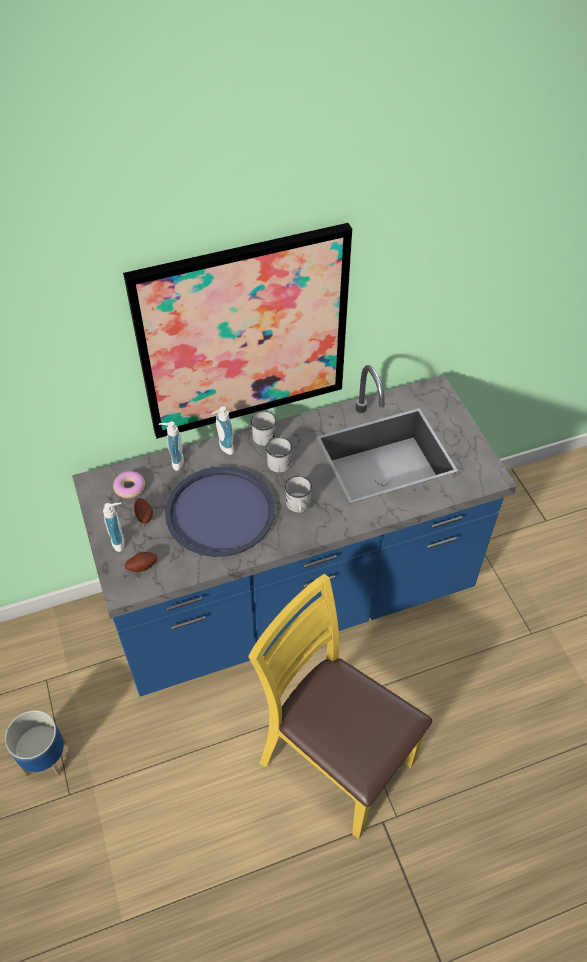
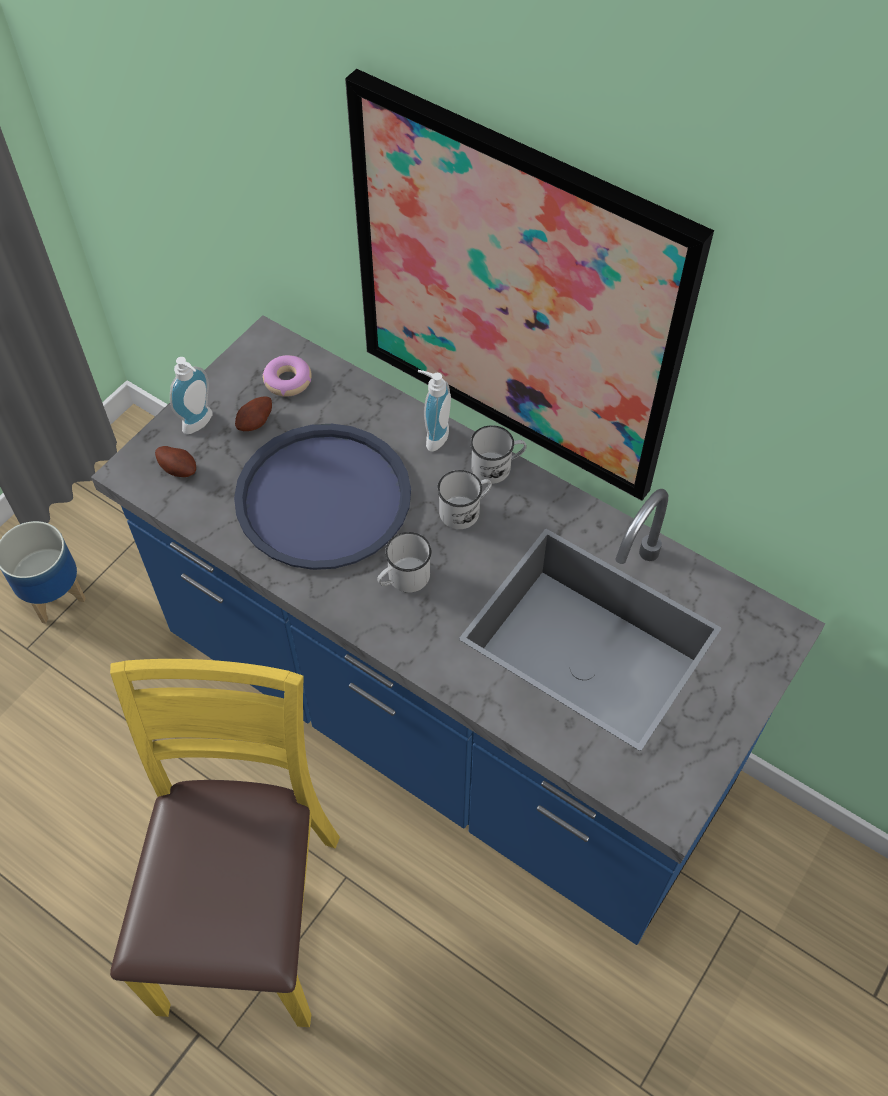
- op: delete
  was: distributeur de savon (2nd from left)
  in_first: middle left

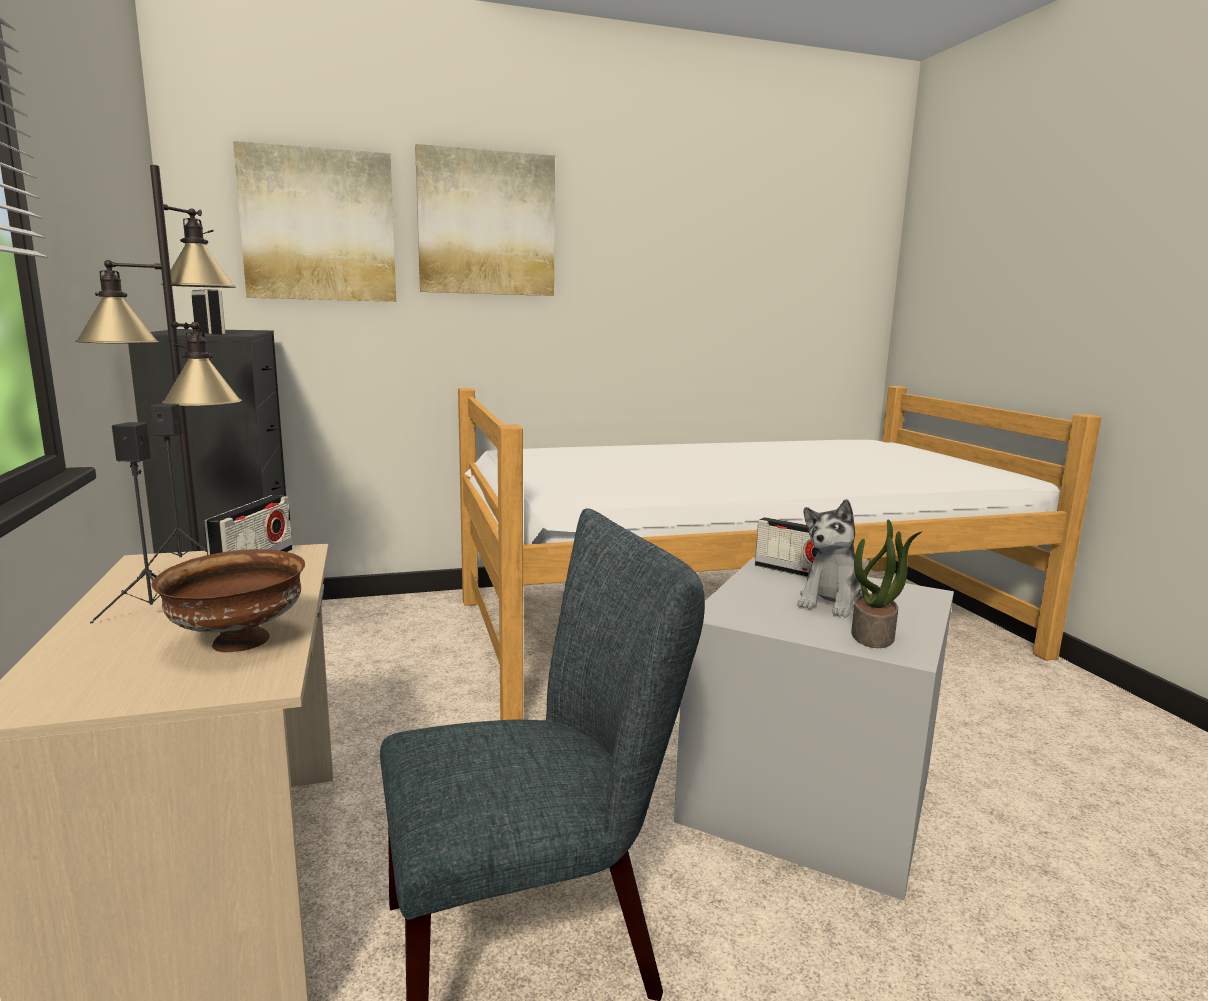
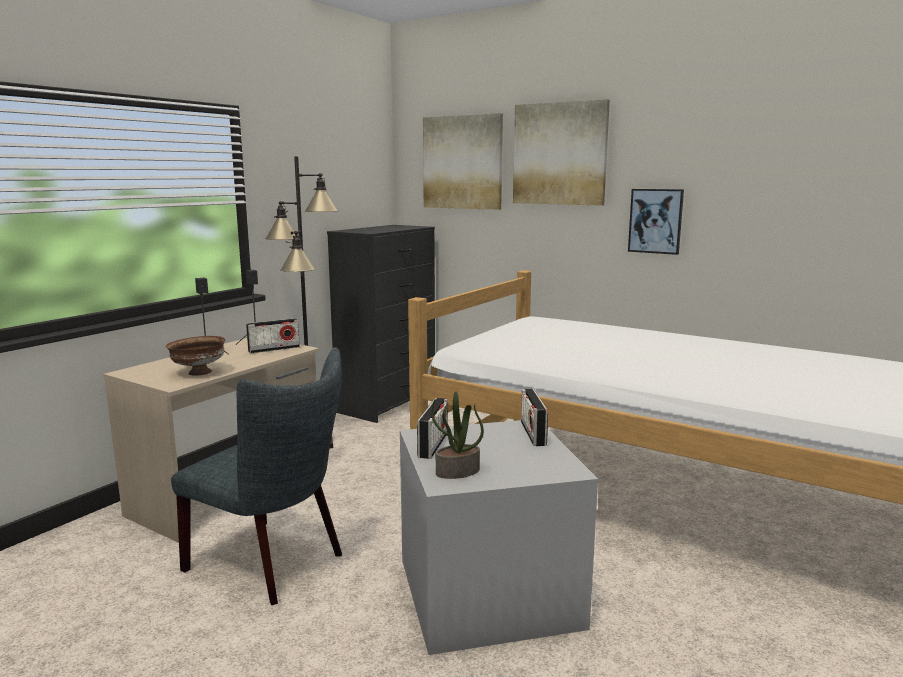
- op: move
  was: radio (1st from left in the first image)
  now: radio (2nd from left)
  in_first: top left
  in_second: centre
- op: delete
  was: peluche
  in_first: middle right
- op: insert
  now: tableau (3rd from left)
  in_second: top right

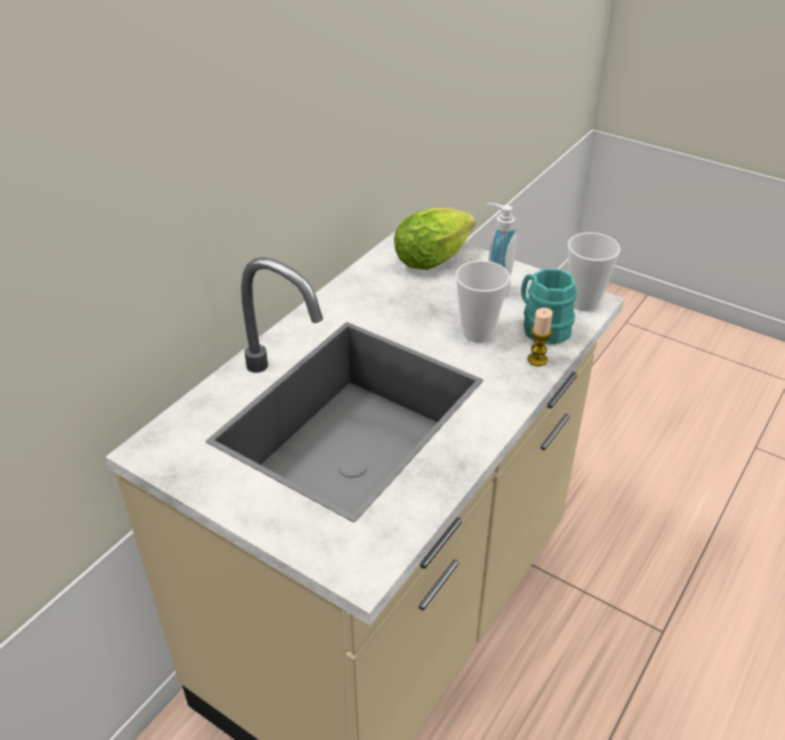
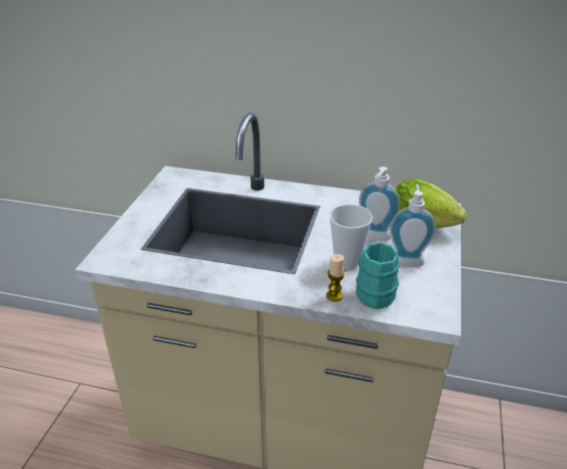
- op: delete
  was: tasse (2nd from left)
  in_first: middle right
- op: insert
  now: distributeur de savon (1st from left)
  in_second: middle right

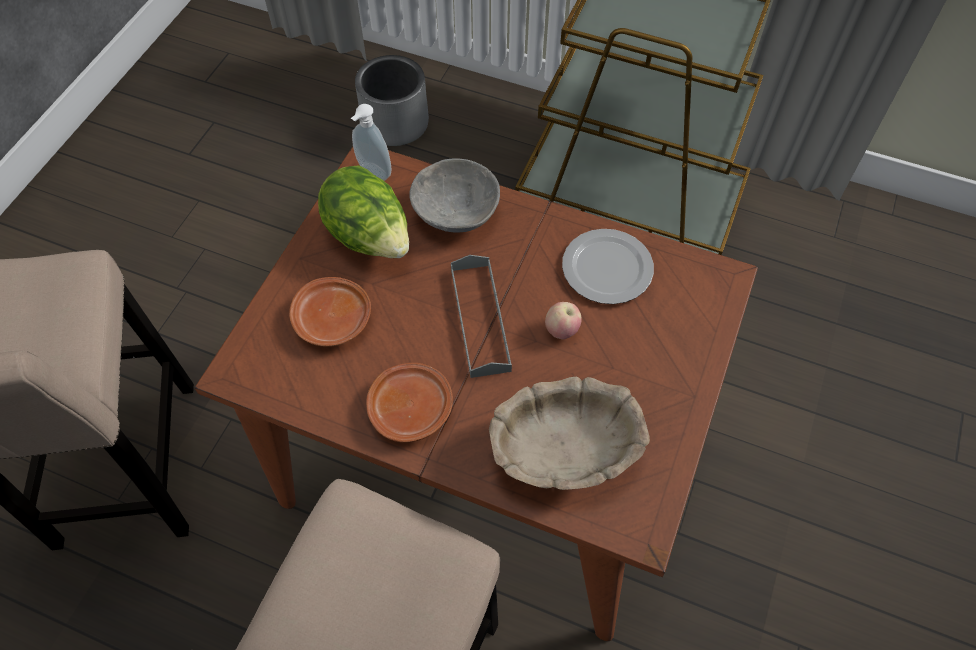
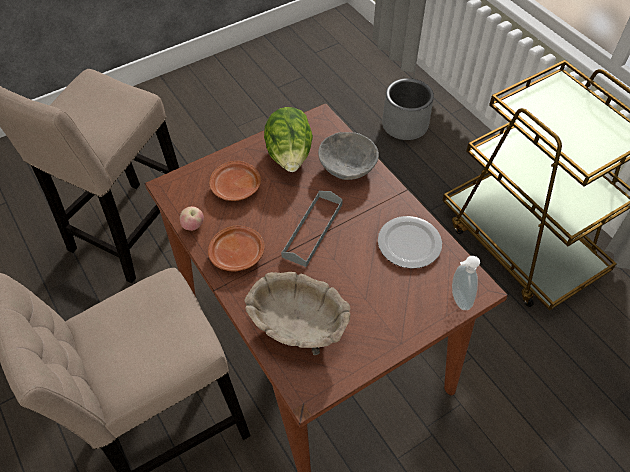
- op: move
  was: distributeur de savon
  in_first: top centre
  in_second: middle right
- op: move
  was: pomme
  in_first: centre
  in_second: middle left

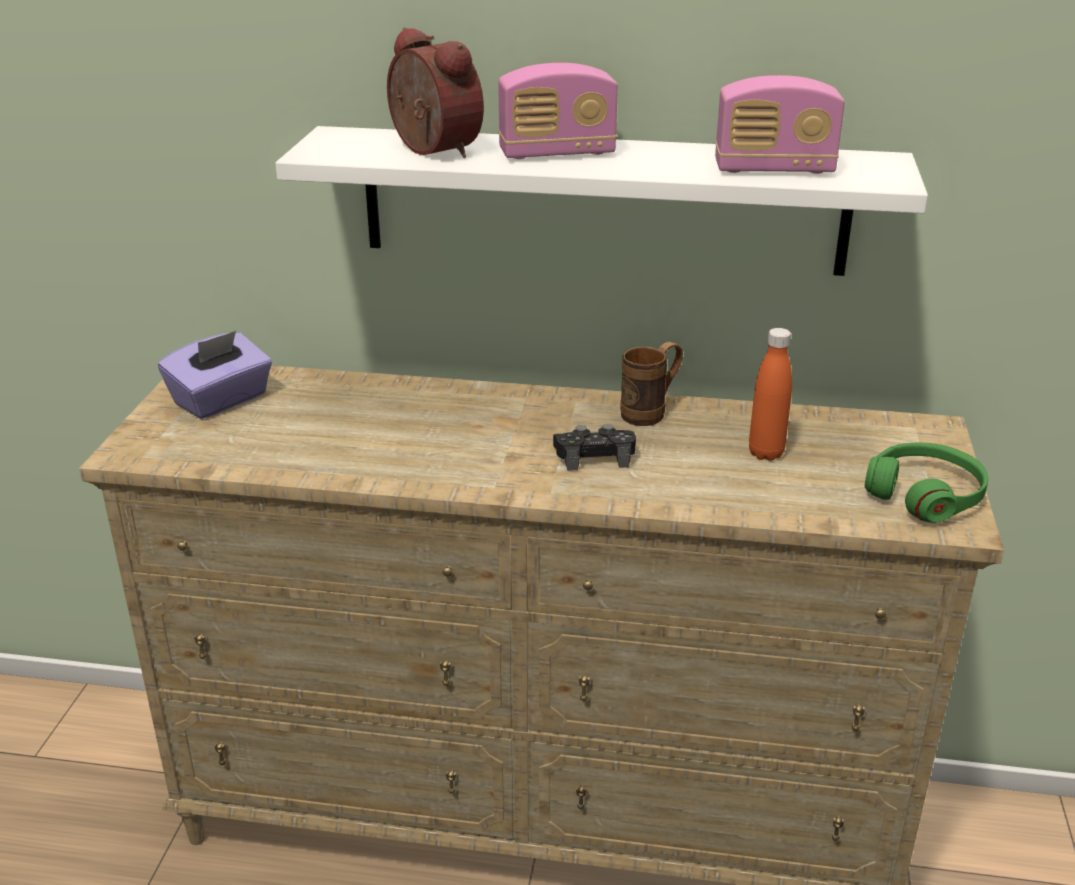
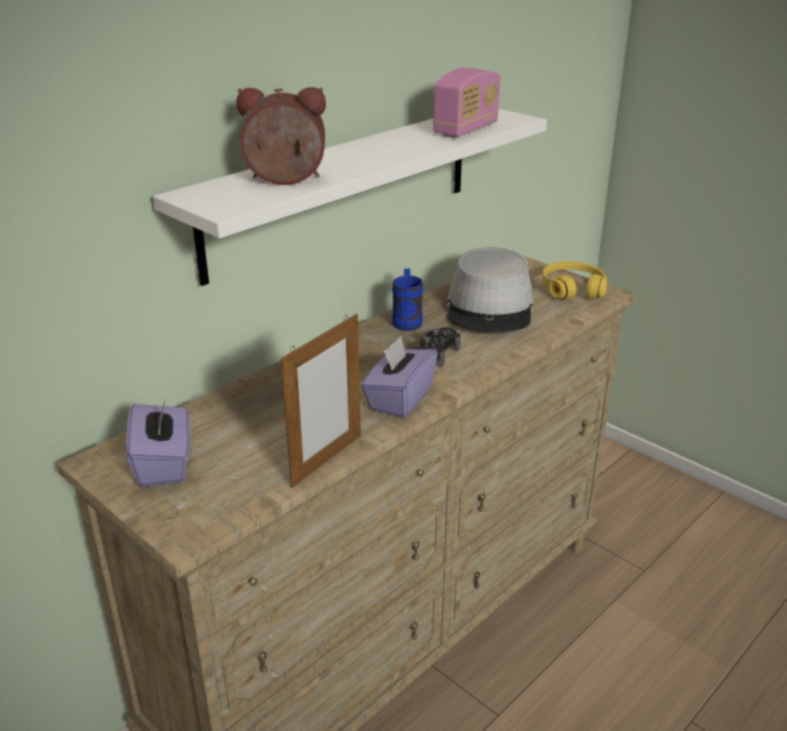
- op: delete
  was: radio (1st from left)
  in_first: top centre
- op: recolor
  was: mug/marron
  now: mug/bleu
  in_first: centre
  in_second: centre
- op: replace
  was: bouteille/orange
  now: chapeau/gris
  in_first: middle right
  in_second: centre
- op: recolor
  was: casque audio/vert
  now: casque audio/jaune
  in_first: middle right
  in_second: middle right
- op: insert
  now: cadre photo
  in_second: centre
- op: insert
  now: boîte à mouchoirs/violet (2nd from left)
  in_second: centre

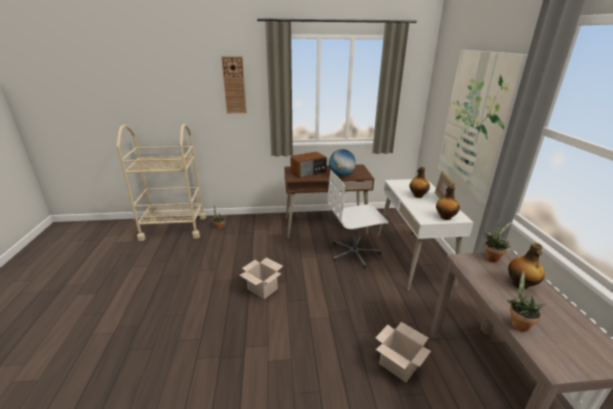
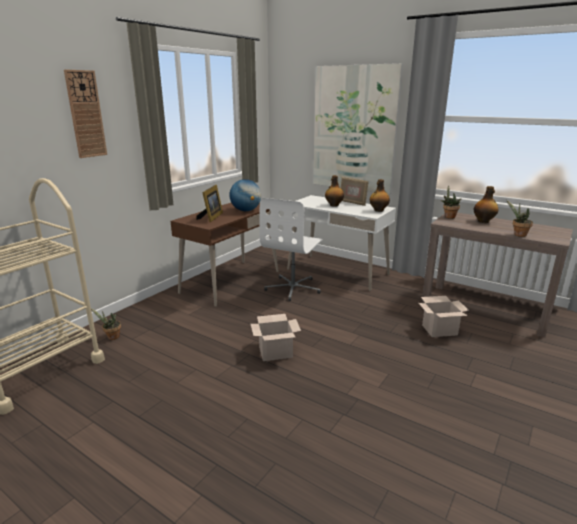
- op: replace
  was: radio
  now: cadre photo (1st from left)
  in_first: centre
  in_second: centre

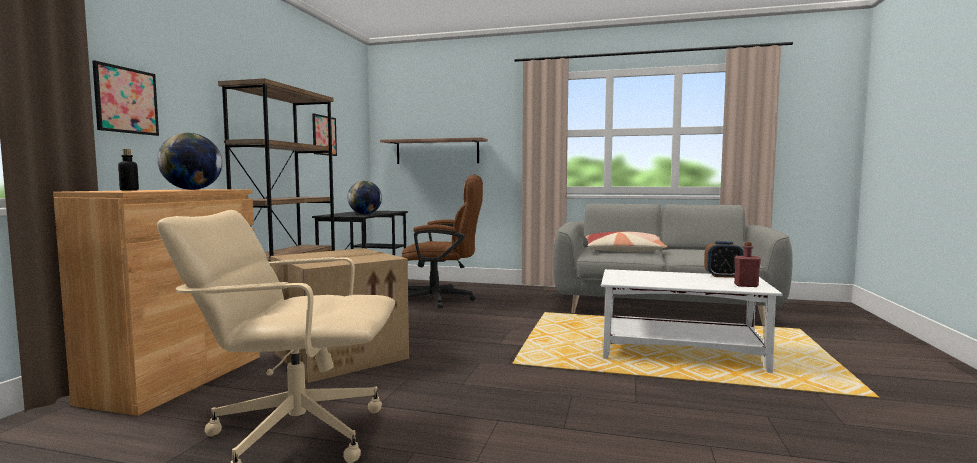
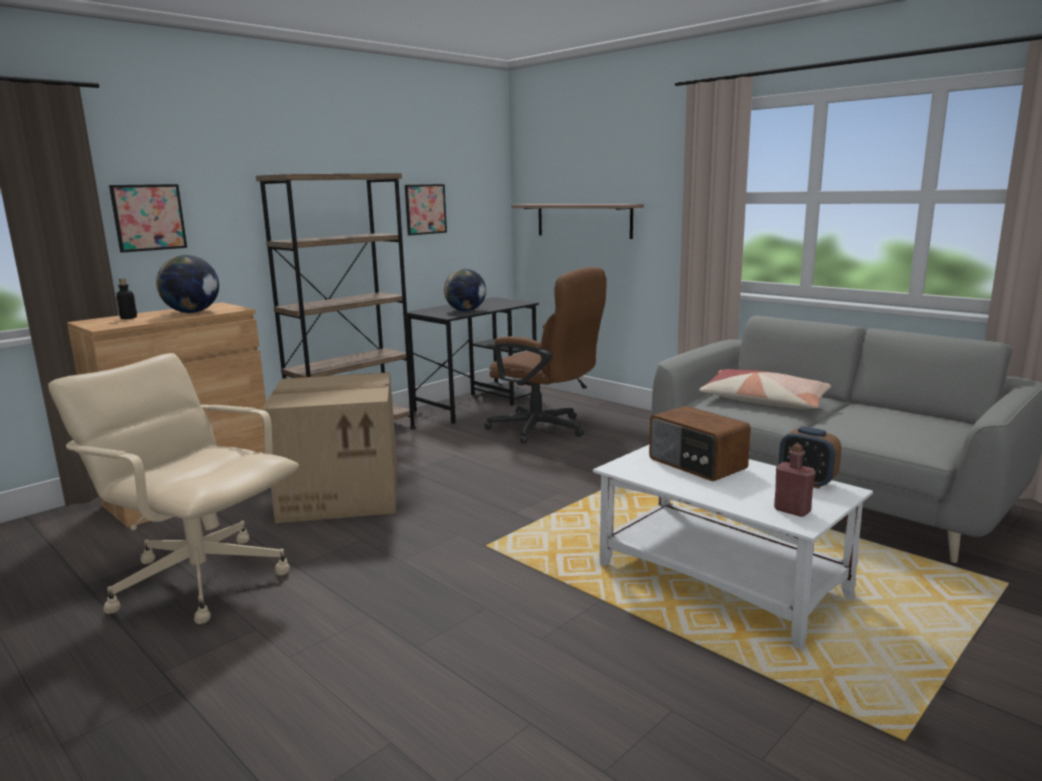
- op: insert
  now: radio
  in_second: middle right

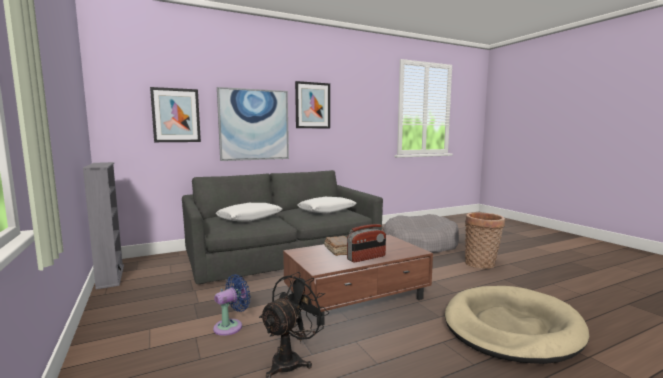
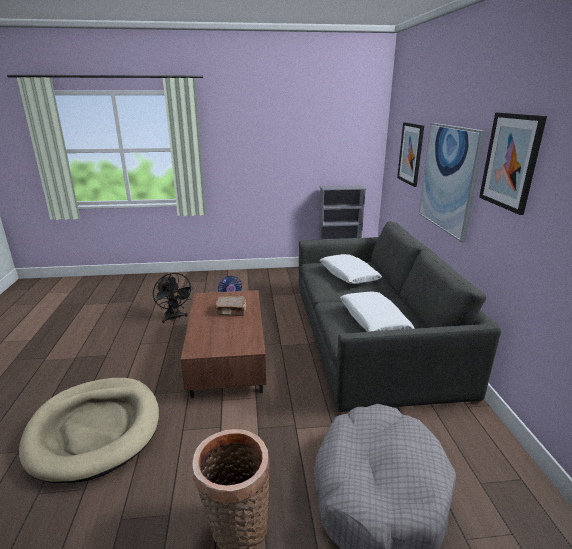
- op: delete
  was: radio
  in_first: centre

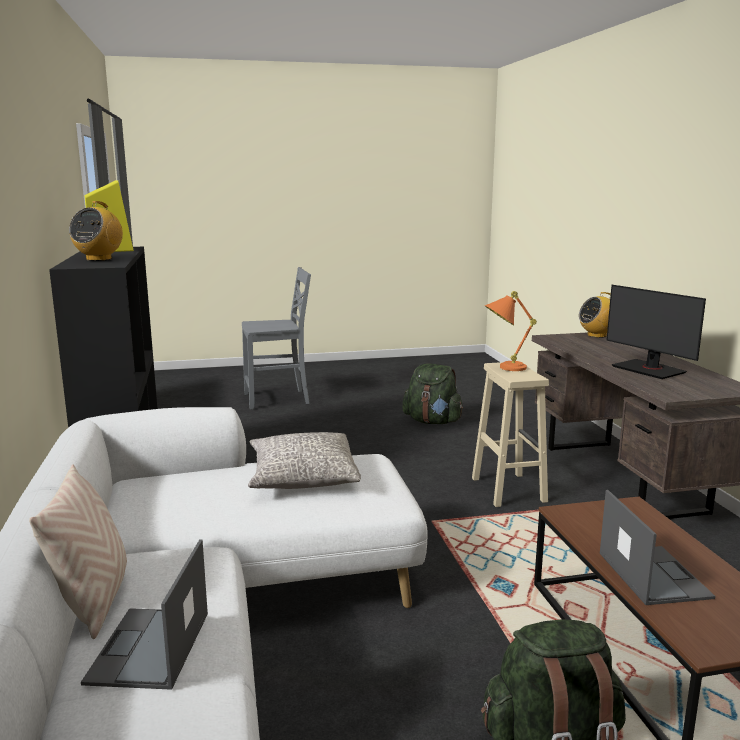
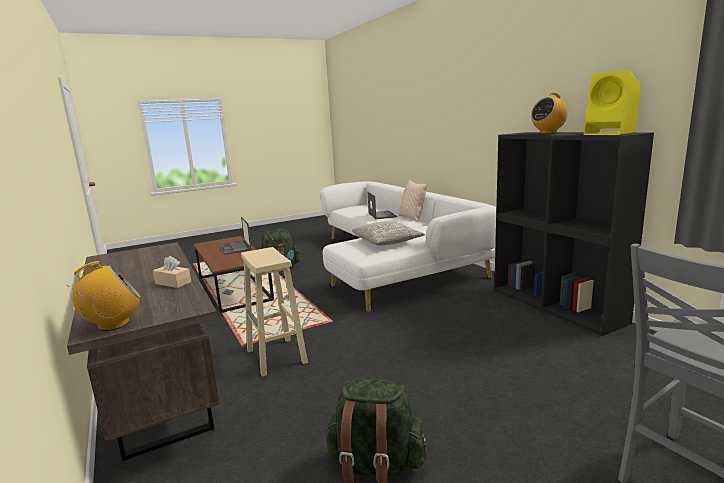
- op: rotate
  was: radio (1st from left in the first image)
  in_first: top left
  in_second: top right
  clockwise: -120
- op: delete
  was: lampe de table/orange
  in_first: middle right
- op: delete
  was: écran d'ordinateur
  in_first: middle right
- op: insert
  now: boîte à mouchoirs/beige
  in_second: middle left

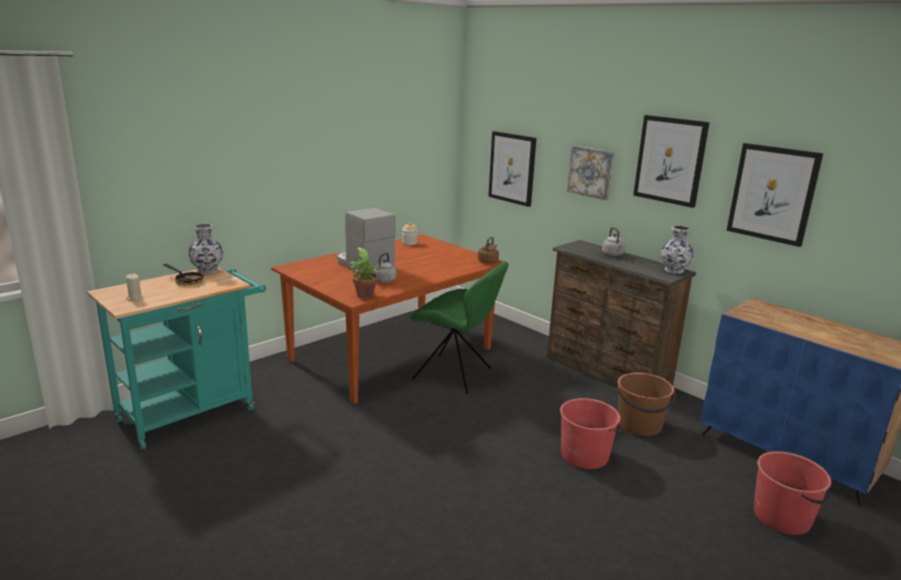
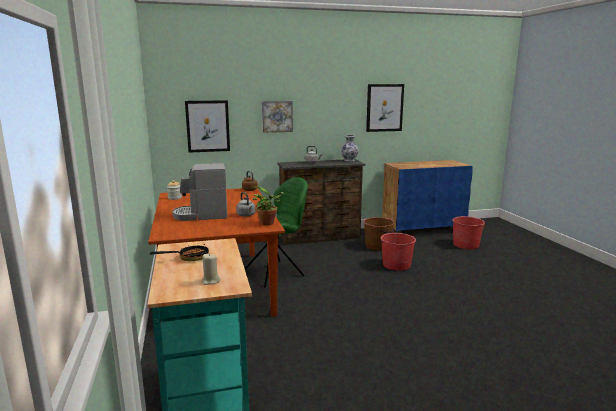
- op: delete
  was: vase (1st from left)
  in_first: middle left
- op: delete
  was: tableau (3rd from left)
  in_first: top right

